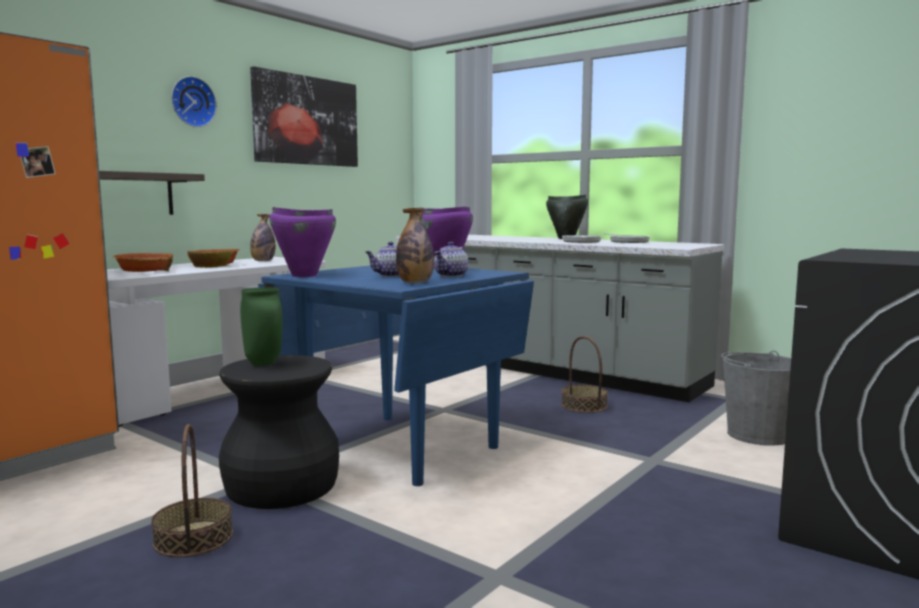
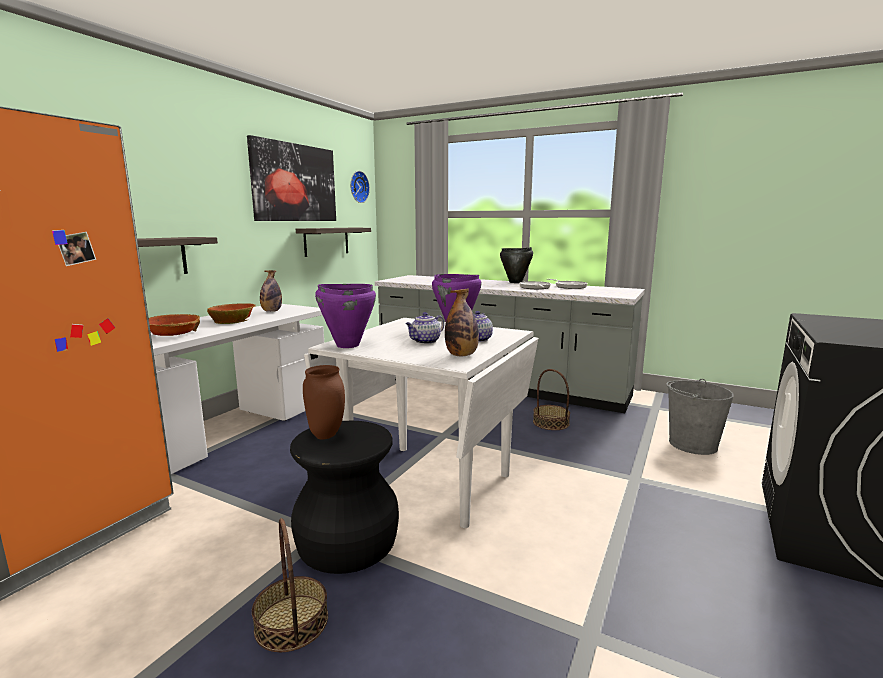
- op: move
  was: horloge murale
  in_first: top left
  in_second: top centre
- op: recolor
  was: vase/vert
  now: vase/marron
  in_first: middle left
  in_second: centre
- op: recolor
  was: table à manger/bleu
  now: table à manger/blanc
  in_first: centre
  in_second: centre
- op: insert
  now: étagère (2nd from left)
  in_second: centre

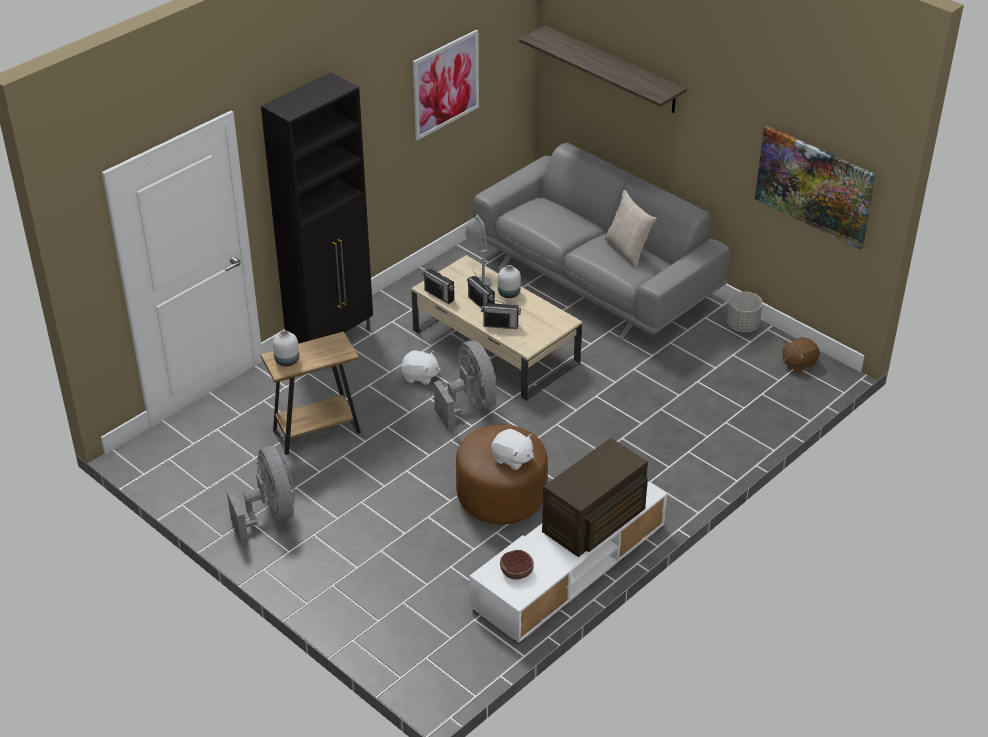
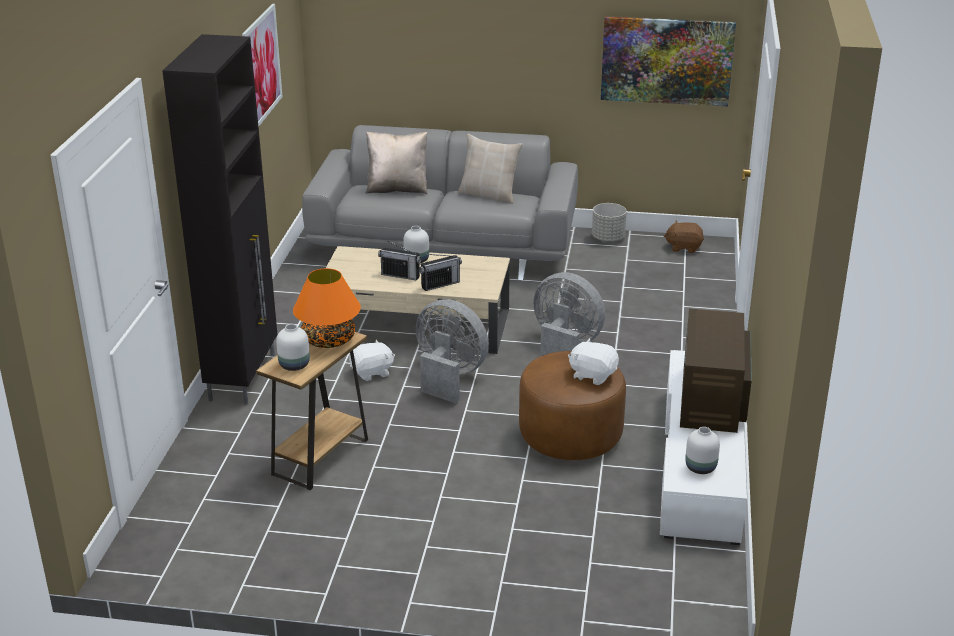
- op: move
  was: ventilateur/gris (1st from left in the first image)
  now: ventilateur/gris (2nd from left)
  in_first: bottom left
  in_second: centre
- op: delete
  was: radio (1st from left)
  in_first: centre
- op: delete
  was: lampe de table/gris
  in_first: centre
- op: rotate
  was: peluche/blanc (2nd from left)
  in_first: centre
  in_second: centre
  clockwise: -150
- op: replace
  was: bol
  now: vase/blanc (3rd from left)
  in_first: bottom centre
  in_second: bottom right
- op: delete
  was: étagère
  in_first: top centre
- op: rotate
  was: peluche/marron
  in_first: middle right
  in_second: middle right
  clockwise: 75
- op: insert
  now: lampe de table/orange
  in_second: centre
- op: insert
  now: coussin/beige (1st from left)
  in_second: top centre

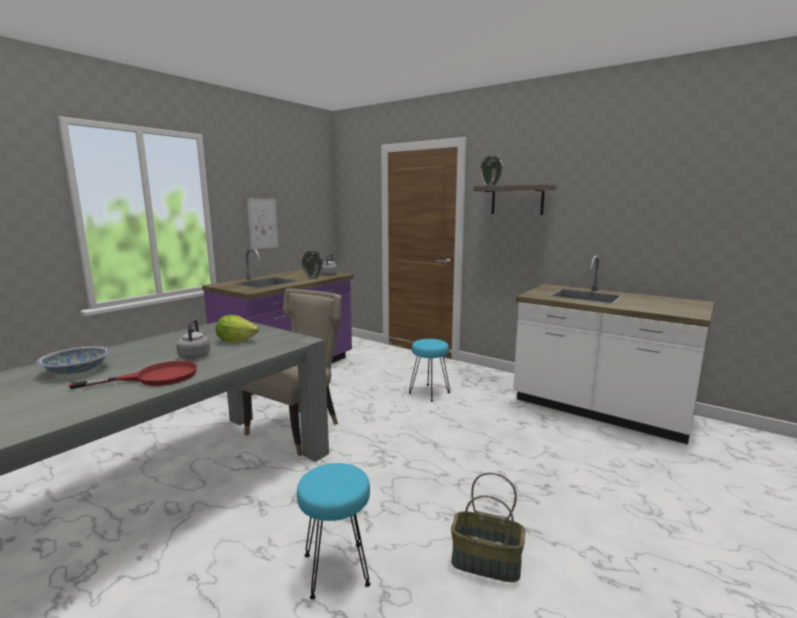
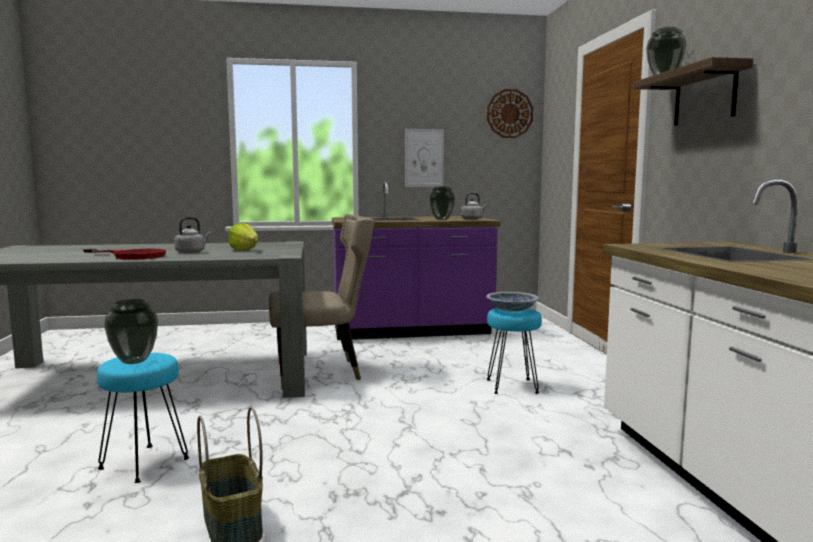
- op: move
  was: bol
  in_first: middle left
  in_second: centre
- op: insert
  now: vase (1st from left)
  in_second: middle left
- op: insert
  now: horloge murale
  in_second: top centre

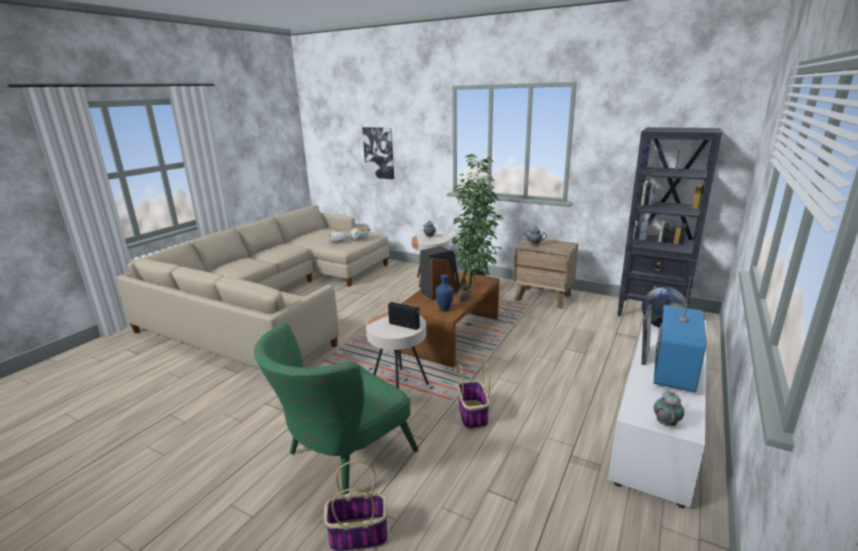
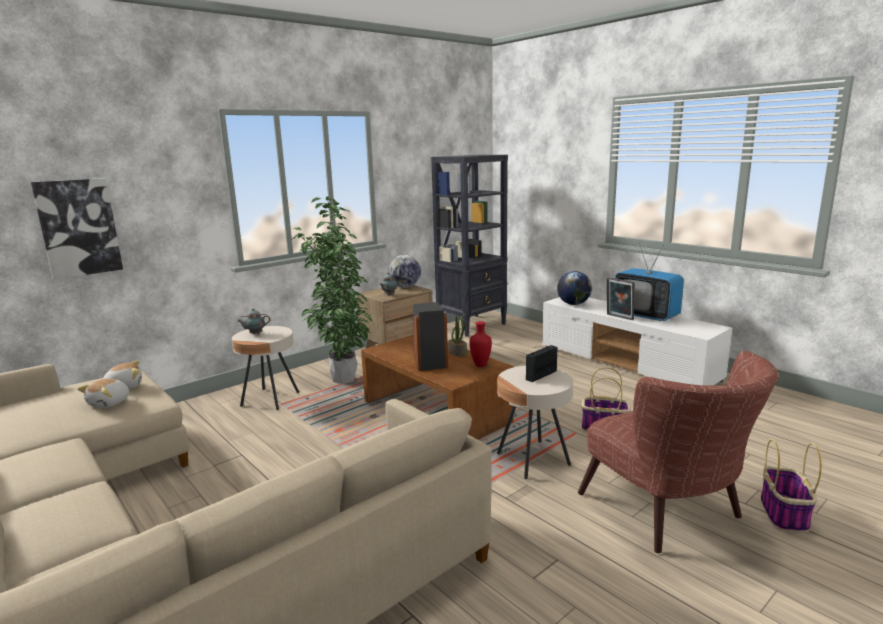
- op: recolor
  was: fauteuil/vert
  now: fauteuil/marron
  in_first: bottom centre
  in_second: bottom right
- op: recolor
  was: vase/bleu
  now: vase/rouge
  in_first: centre
  in_second: centre
- op: delete
  was: théière (3rd from left)
  in_first: bottom right
- op: insert
  now: globe (1st from left)
  in_second: centre

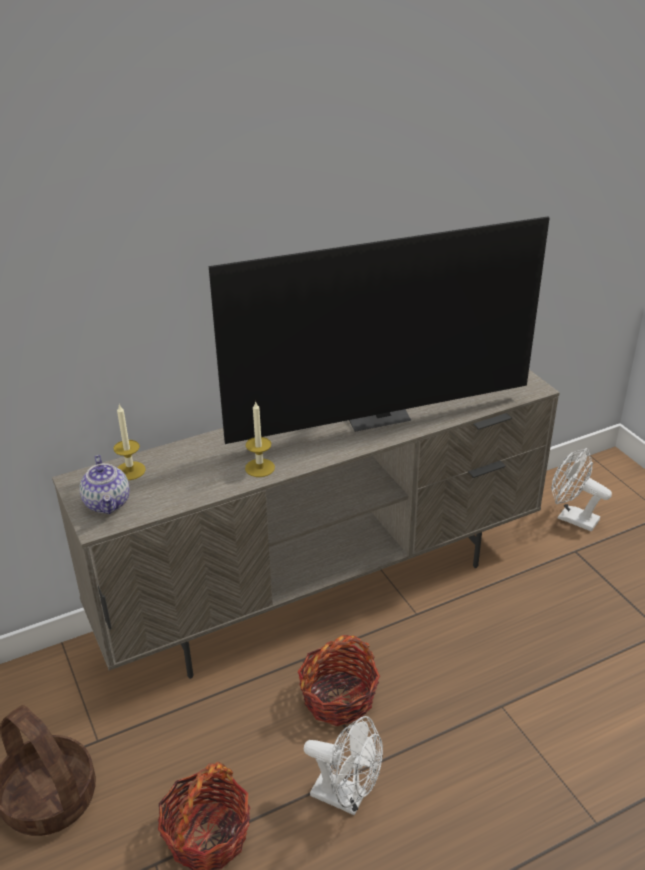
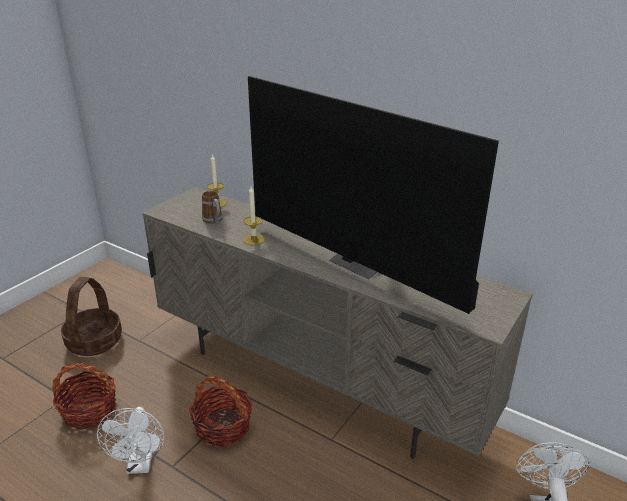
- op: delete
  was: théière
  in_first: middle left
- op: insert
  now: mug
  in_second: centre

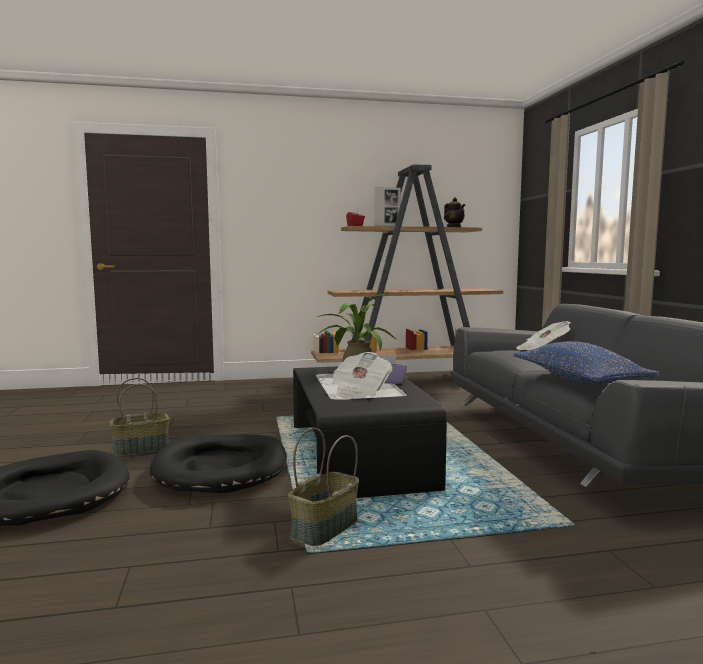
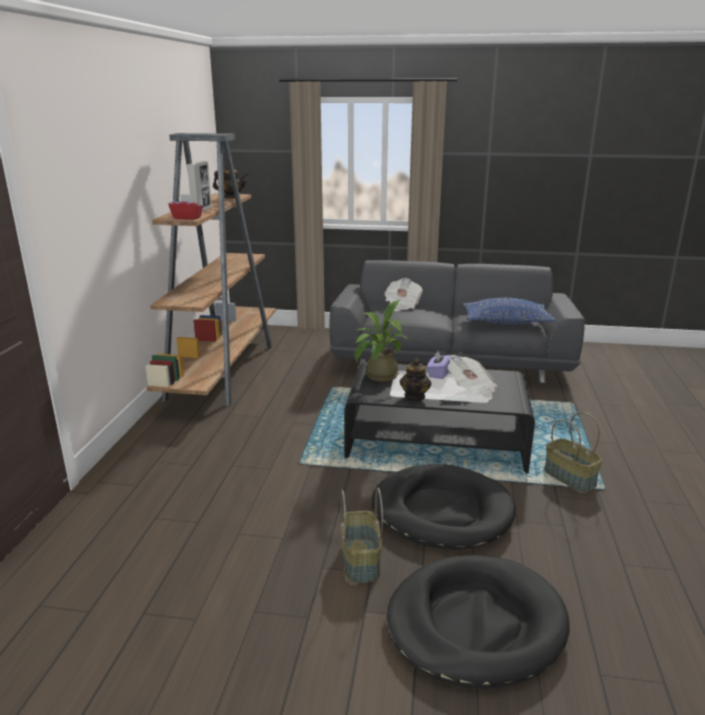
- op: insert
  now: théière (2nd from left)
  in_second: centre

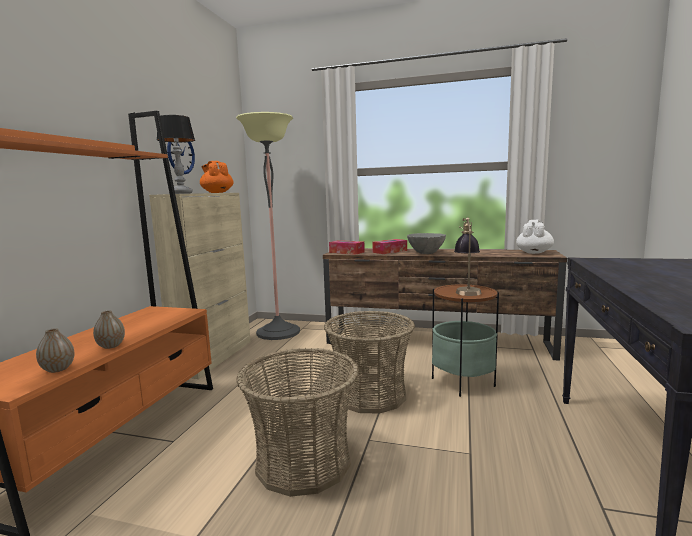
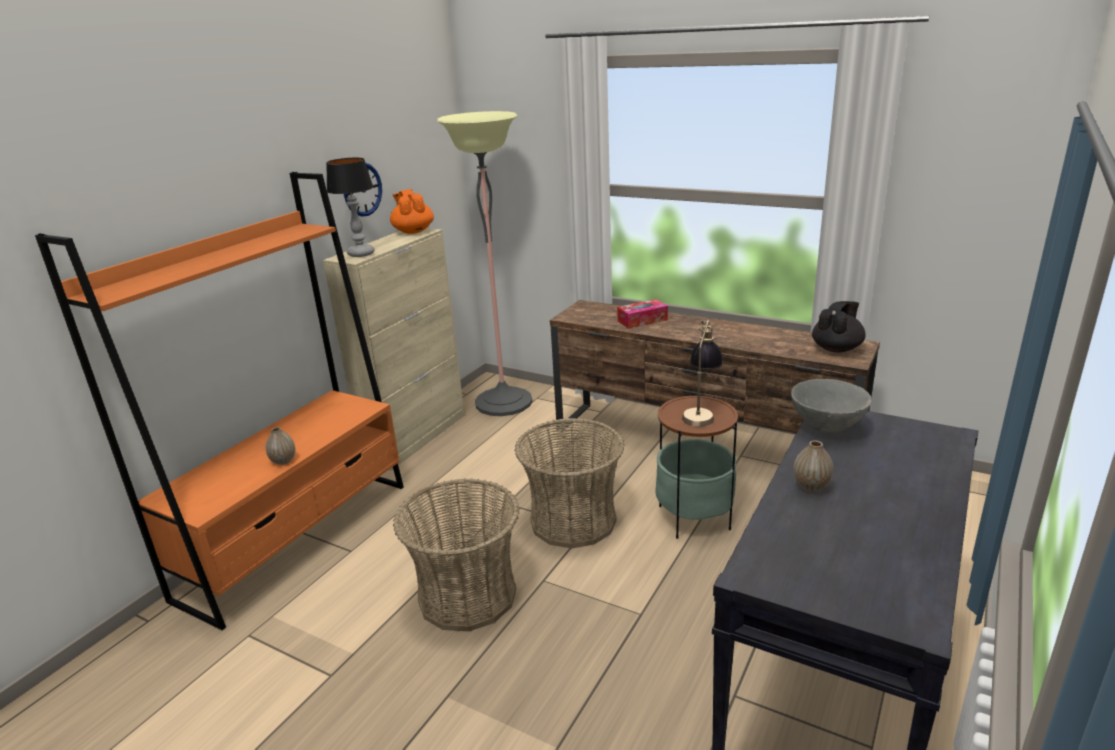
- op: move
  was: vase (1st from left in the first image)
  now: vase (2nd from left)
  in_first: middle left
  in_second: middle right
- op: delete
  was: boîte à mouchoirs (1st from left)
  in_first: centre
- op: move
  was: bol/gris
  in_first: centre
  in_second: middle right
- op: recolor
  was: théière/blanc
  now: théière/noir
  in_first: middle right
  in_second: middle right

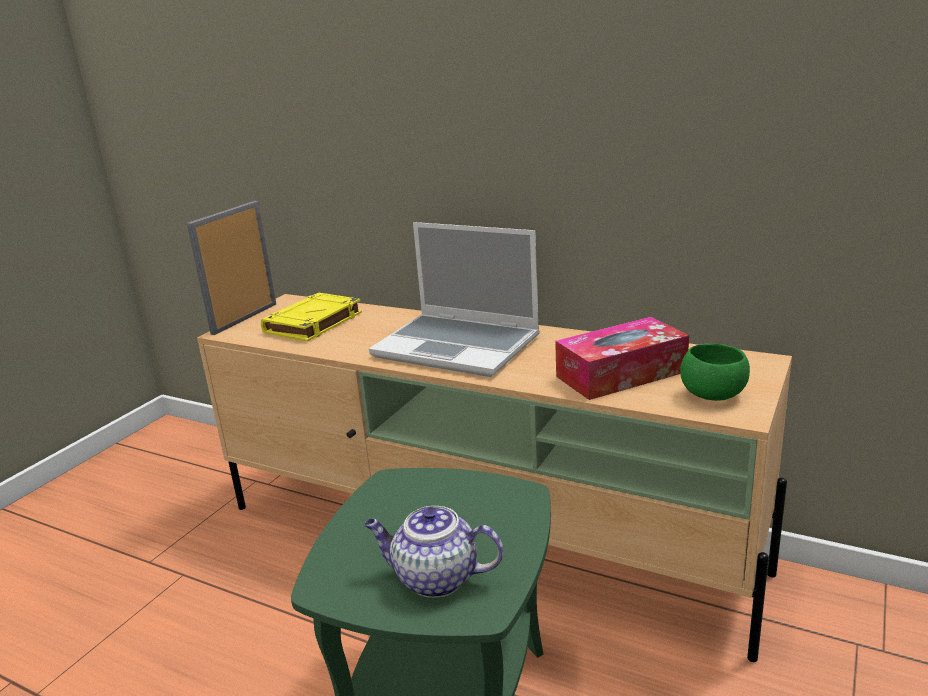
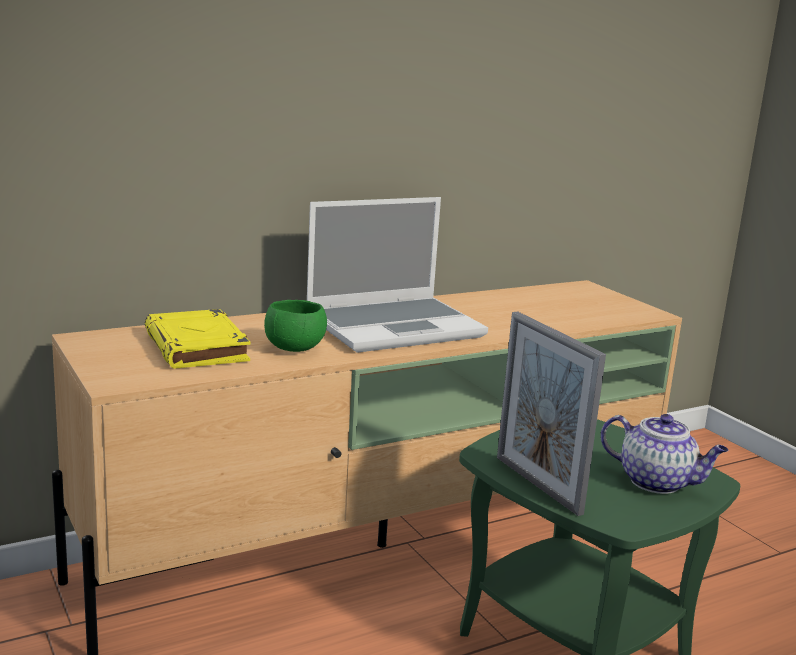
- op: move
  was: cadre photo
  in_first: middle left
  in_second: middle right
- op: rotate
  was: théière
  in_first: bottom centre
  in_second: bottom right
  clockwise: -105
- op: delete
  was: boîte à mouchoirs
  in_first: middle right
- op: move
  was: bol/vert
  in_first: middle right
  in_second: centre

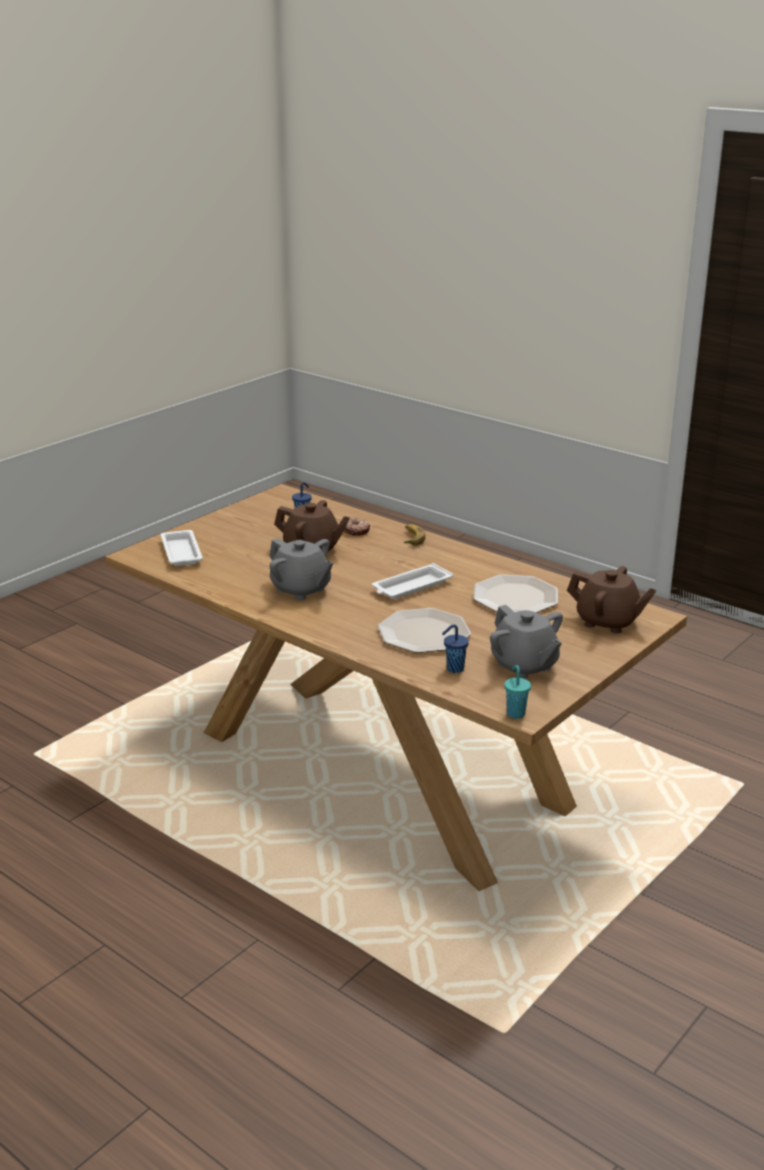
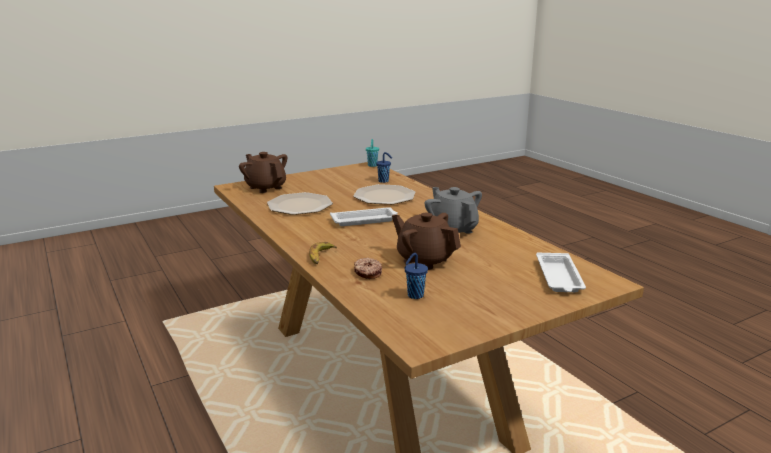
- op: delete
  was: théière/gris (2nd from left)
  in_first: middle right

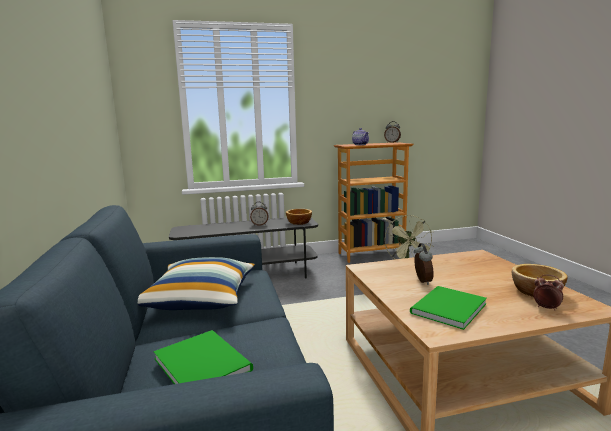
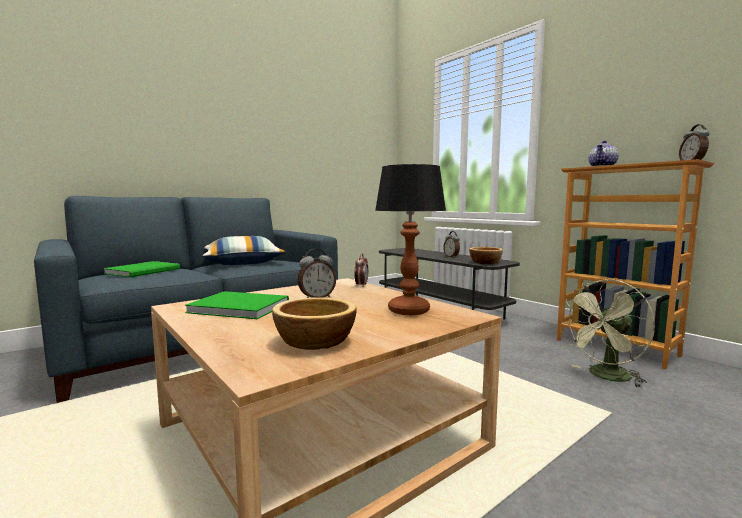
- op: move
  was: réveil (4th from left in the first image)
  now: réveil (2nd from left)
  in_first: bottom right
  in_second: centre
- op: insert
  now: lampe de table
  in_second: centre

